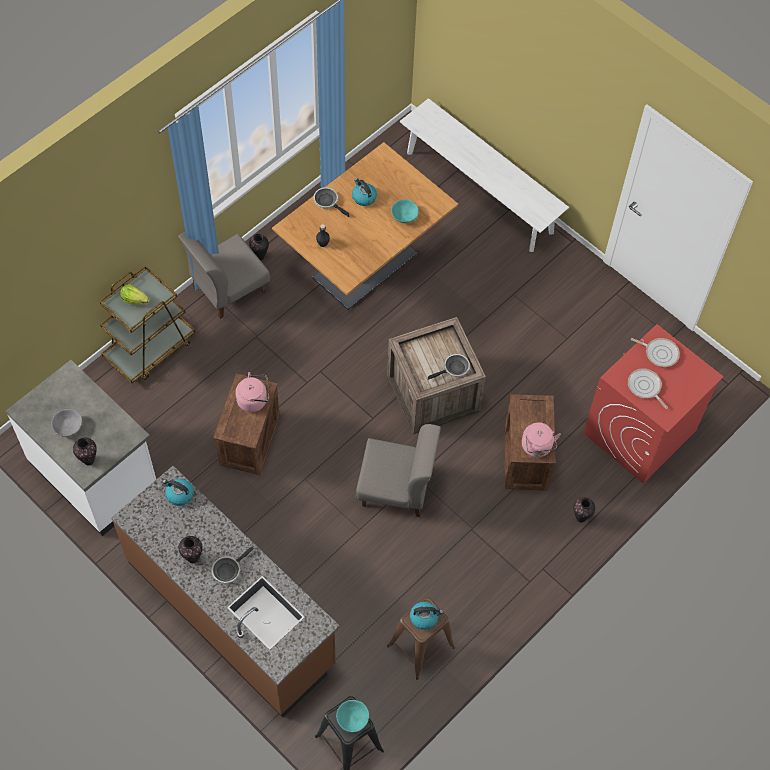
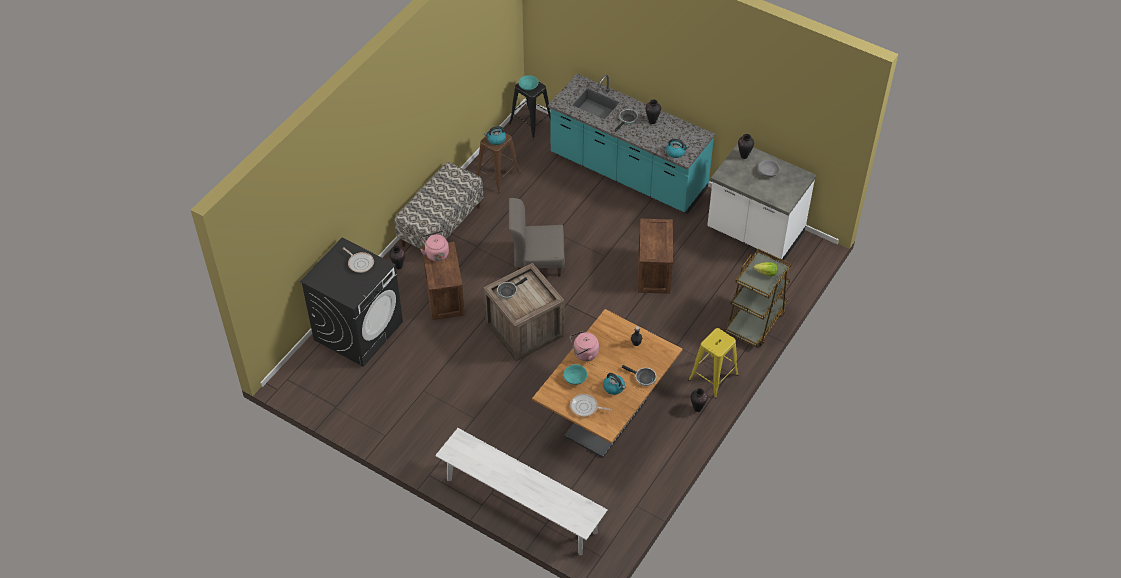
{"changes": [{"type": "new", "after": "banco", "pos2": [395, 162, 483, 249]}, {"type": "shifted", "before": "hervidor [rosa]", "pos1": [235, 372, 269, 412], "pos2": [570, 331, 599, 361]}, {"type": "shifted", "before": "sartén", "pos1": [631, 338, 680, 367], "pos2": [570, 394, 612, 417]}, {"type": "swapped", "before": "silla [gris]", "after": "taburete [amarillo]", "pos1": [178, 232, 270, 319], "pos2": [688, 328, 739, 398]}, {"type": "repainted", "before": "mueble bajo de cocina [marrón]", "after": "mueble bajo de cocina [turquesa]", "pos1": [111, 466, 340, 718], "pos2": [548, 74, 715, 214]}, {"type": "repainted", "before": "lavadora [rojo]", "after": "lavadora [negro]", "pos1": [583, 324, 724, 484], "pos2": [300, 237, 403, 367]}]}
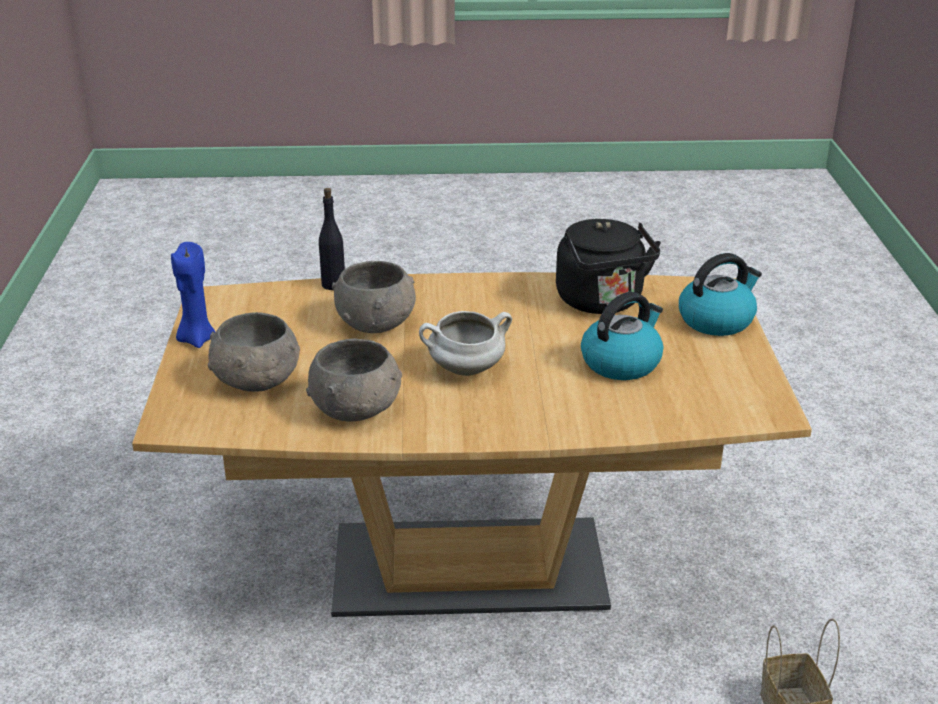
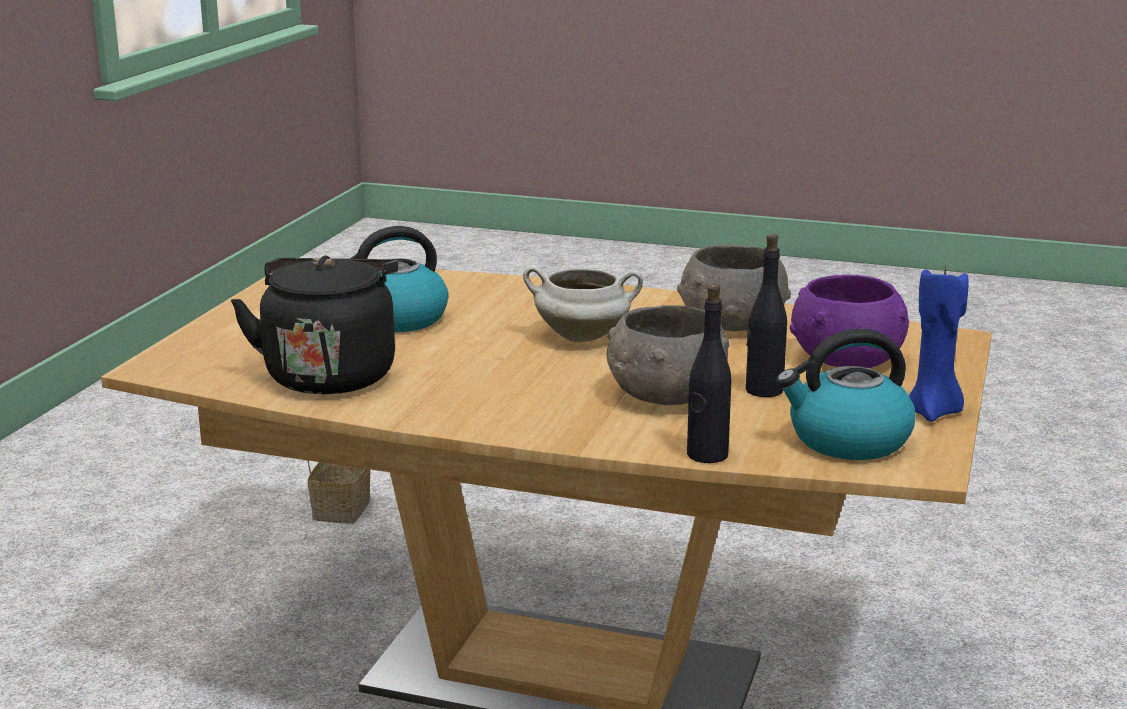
{"changes": [{"type": "new", "after": "botella [negro]", "pos2": [746, 234, 787, 397]}, {"type": "shifted", "before": "hervidor", "pos1": [679, 253, 762, 336], "pos2": [776, 329, 916, 460]}, {"type": "repainted", "before": "cuenco [gris]", "after": "cuenco [morado]", "pos1": [208, 312, 300, 392], "pos2": [790, 274, 909, 368]}]}
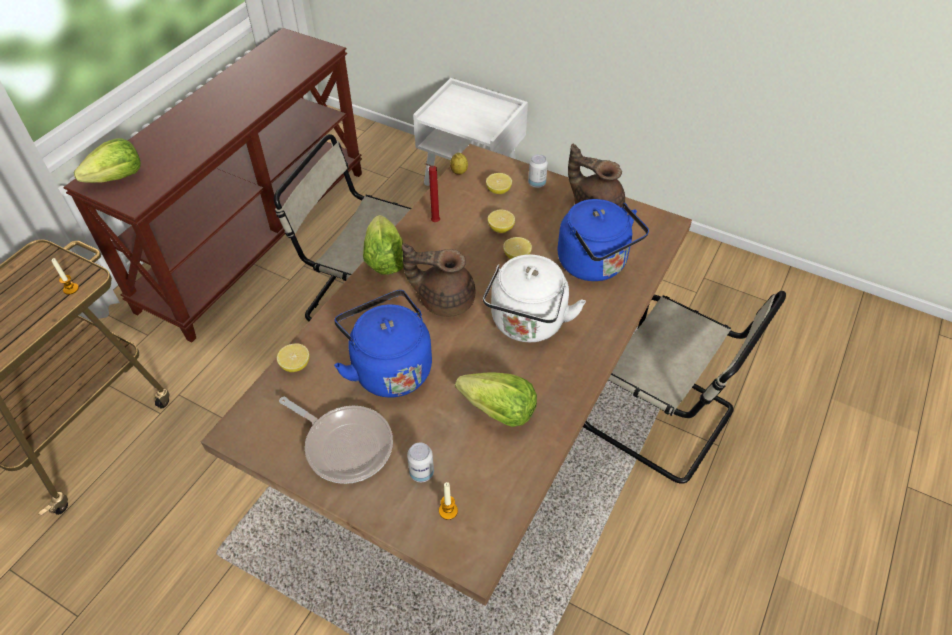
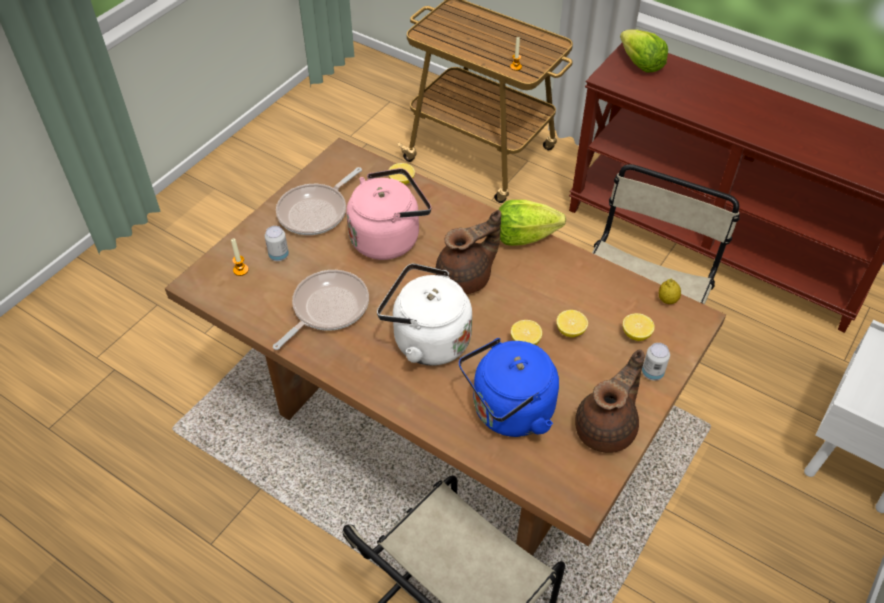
{"changes": [{"type": "gone", "before": "vela [rojo]", "pos1": [425, 164, 440, 222]}, {"type": "swapped", "before": "lechuga", "after": "sartén", "pos1": [455, 372, 537, 427], "pos2": [273, 270, 369, 350]}, {"type": "repainted", "before": "hervidor [azul]", "after": "hervidor [rosa]", "pos1": [334, 290, 432, 398], "pos2": [346, 168, 431, 260]}, {"type": "rotated", "before": "tetera [marrón]", "pos1": [402, 243, 475, 317], "pos2": [436, 210, 501, 294], "turn": 45}]}
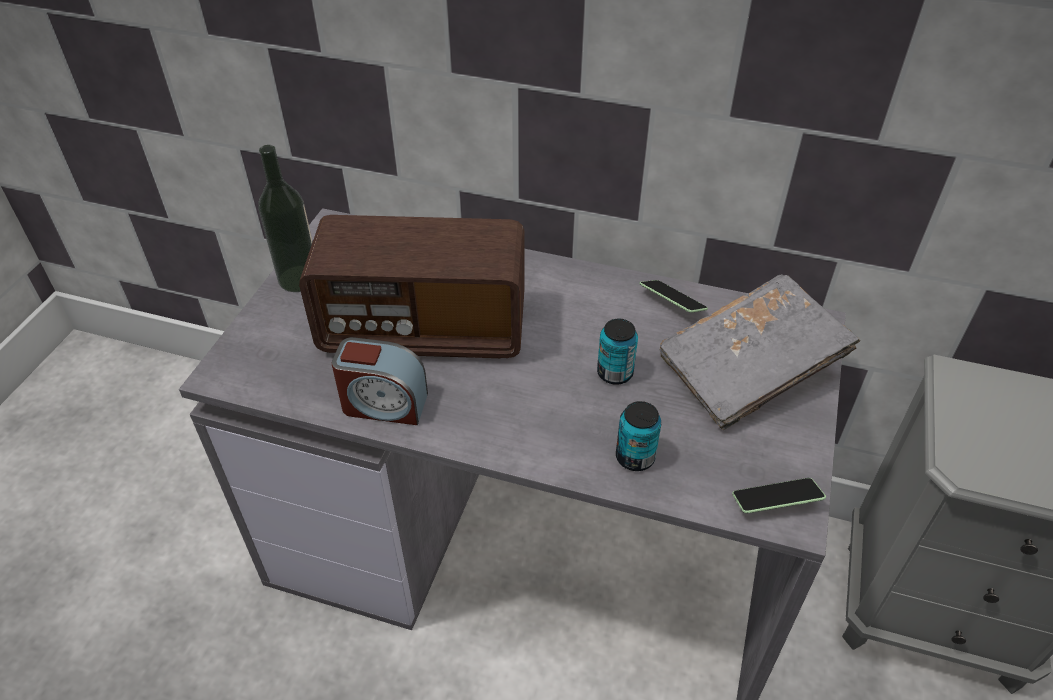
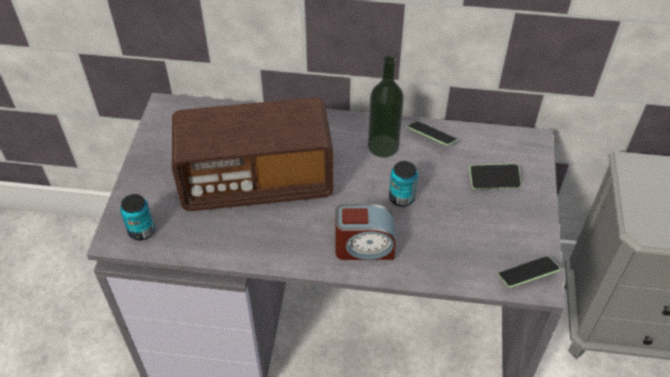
{"changes": [{"type": "shifted", "before": "botella", "pos1": [258, 145, 313, 292], "pos2": [368, 56, 404, 158]}, {"type": "shifted", "before": "despertador", "pos1": [332, 337, 428, 425], "pos2": [335, 204, 396, 260]}, {"type": "shifted", "before": "lata", "pos1": [616, 401, 662, 471], "pos2": [120, 194, 155, 241]}, {"type": "swapped", "before": "libro [gris]", "after": "móvil", "pos1": [660, 274, 861, 430], "pos2": [469, 164, 521, 190]}]}
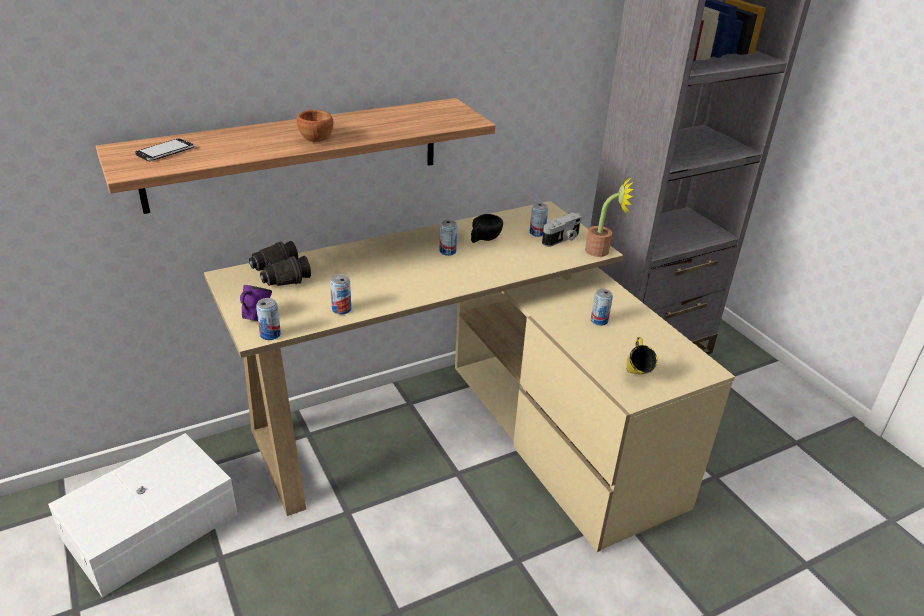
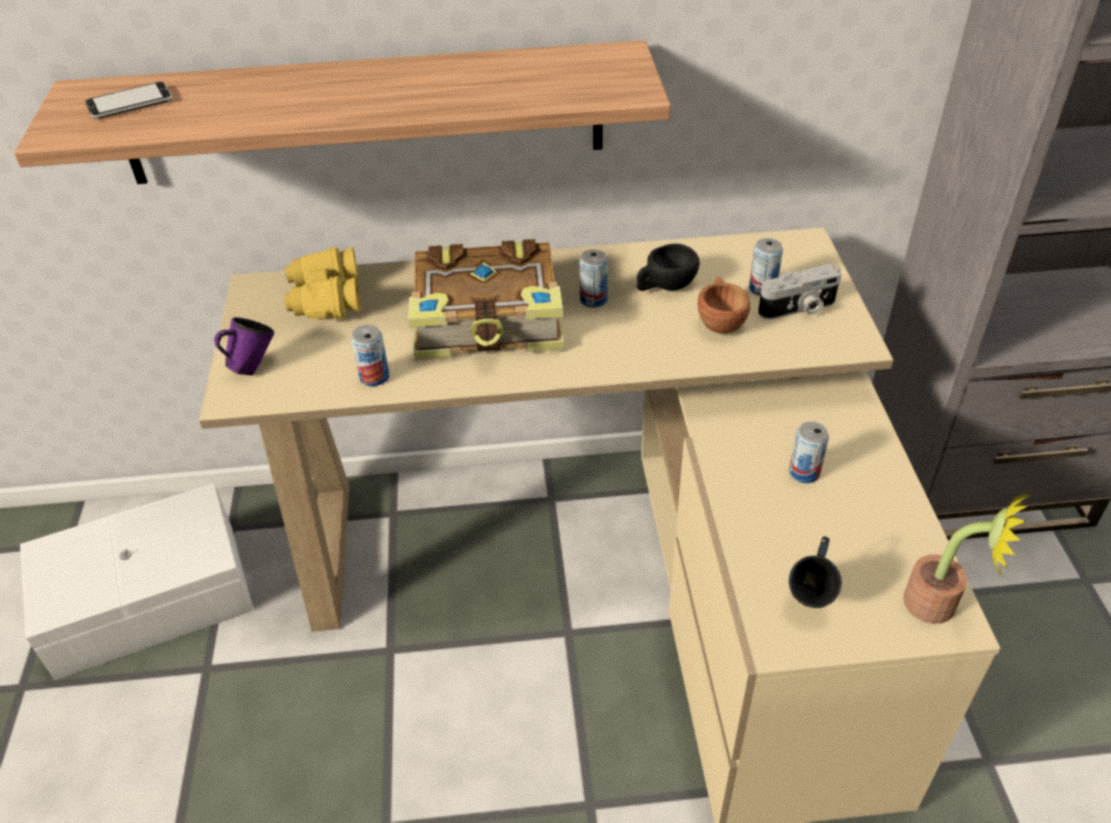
{"changes": [{"type": "gone", "before": "lata", "pos1": [256, 298, 281, 340]}, {"type": "new", "after": "libro", "pos2": [408, 239, 564, 360]}, {"type": "shifted", "before": "taza [marrón]", "pos1": [296, 109, 334, 142], "pos2": [697, 277, 750, 334]}, {"type": "shifted", "before": "planta en maceta", "pos1": [585, 176, 634, 257], "pos2": [904, 490, 1031, 624]}, {"type": "repainted", "before": "prismáticos [negro]", "after": "prismáticos [amarillo]", "pos1": [249, 241, 311, 286], "pos2": [285, 246, 361, 319]}, {"type": "repainted", "before": "taza grande [amarillo]", "after": "taza grande [azul]", "pos1": [627, 337, 657, 374], "pos2": [789, 536, 842, 608]}]}
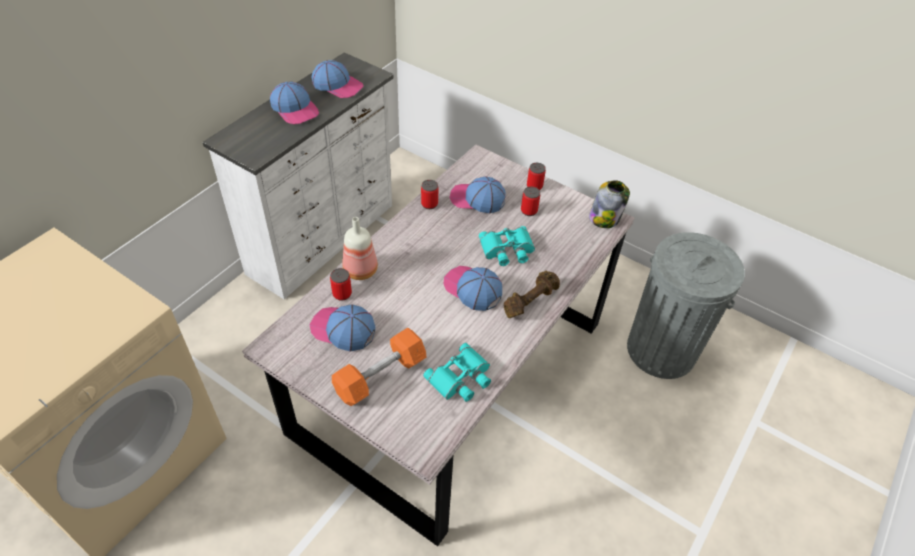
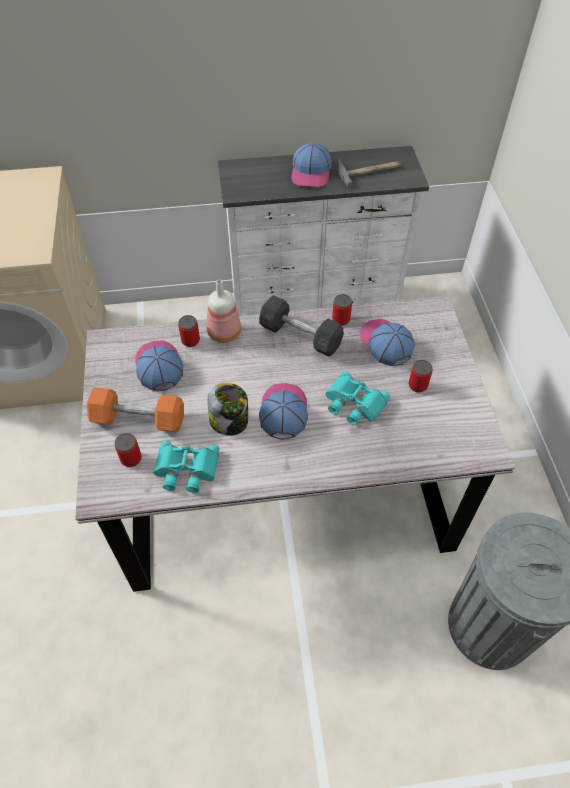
{"changes": [{"type": "gone", "before": "mancuerna [marrón]", "pos1": [504, 271, 560, 318]}, {"type": "new", "after": "mancuerna [gris]", "pos2": [259, 295, 344, 357]}, {"type": "shifted", "before": "lata", "pos1": [527, 163, 546, 190], "pos2": [115, 433, 141, 467]}, {"type": "shifted", "before": "tarro", "pos1": [589, 180, 630, 228], "pos2": [208, 383, 248, 436]}, {"type": "swapped", "before": "gorra", "after": "martillo", "pos1": [312, 60, 364, 98], "pos2": [338, 159, 401, 188]}]}
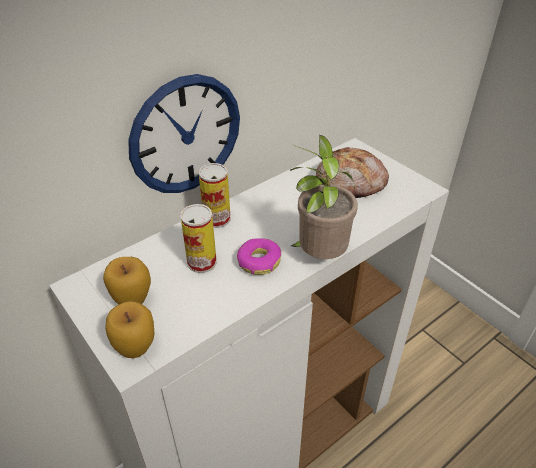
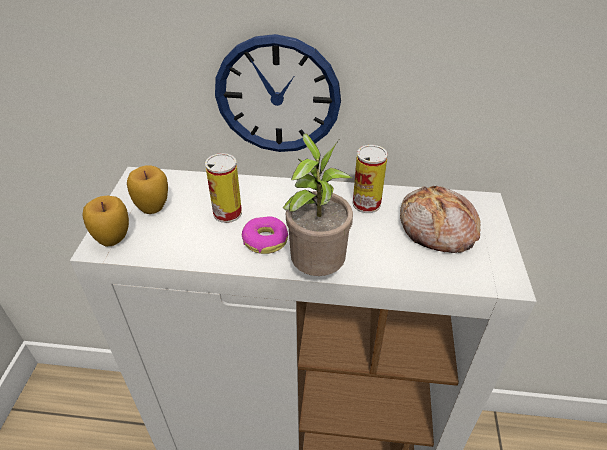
{"changes": [{"type": "shifted", "before": "lata", "pos1": [198, 163, 231, 228], "pos2": [353, 145, 388, 213]}]}
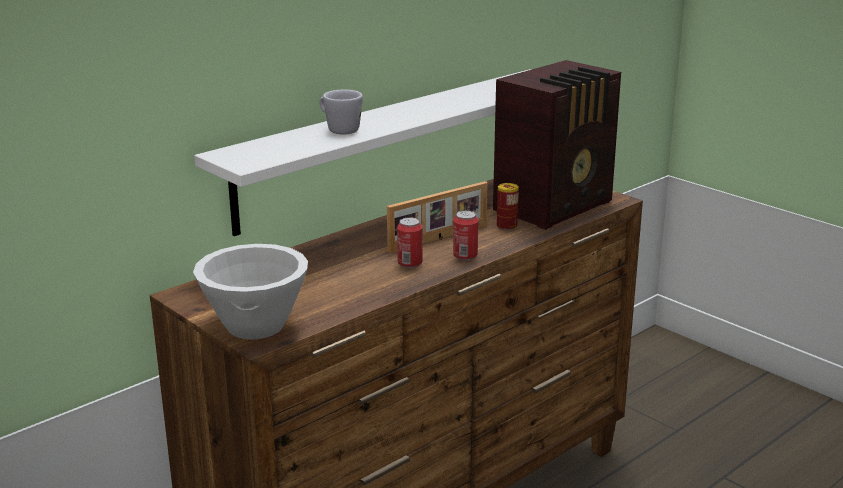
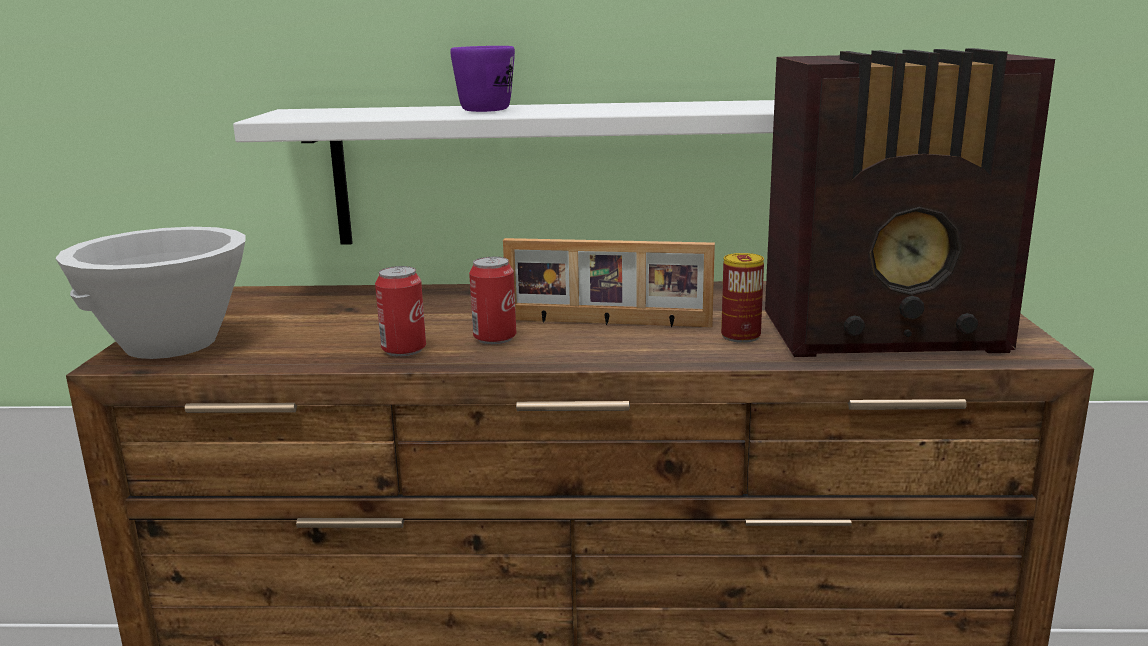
{"changes": [{"type": "shifted", "before": "lata", "pos1": [453, 211, 478, 261], "pos2": [375, 266, 426, 357]}, {"type": "repainted", "before": "taza grande [blanco]", "after": "taza grande [morado]", "pos1": [319, 90, 363, 134], "pos2": [450, 46, 515, 112]}]}
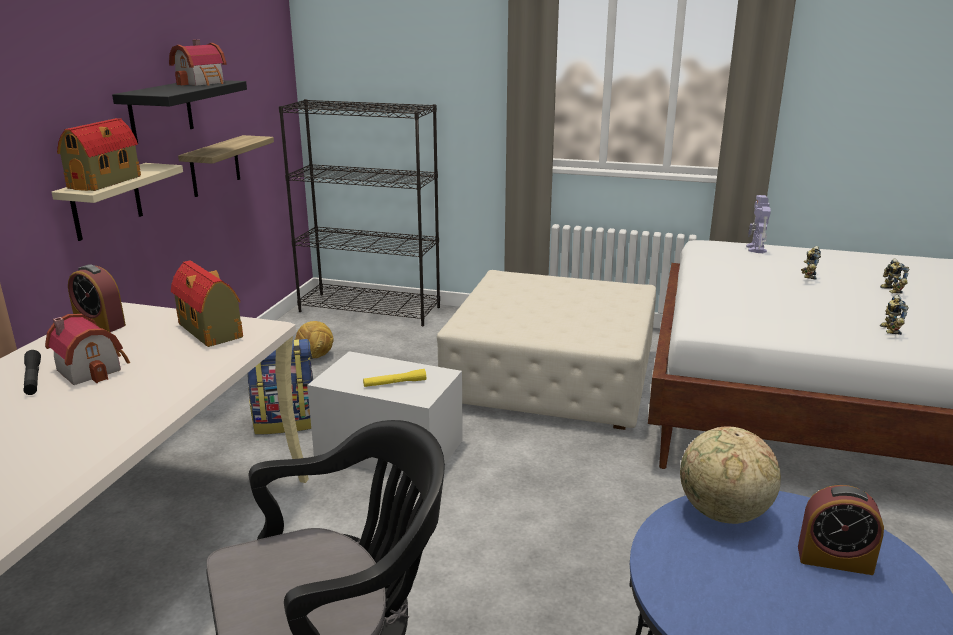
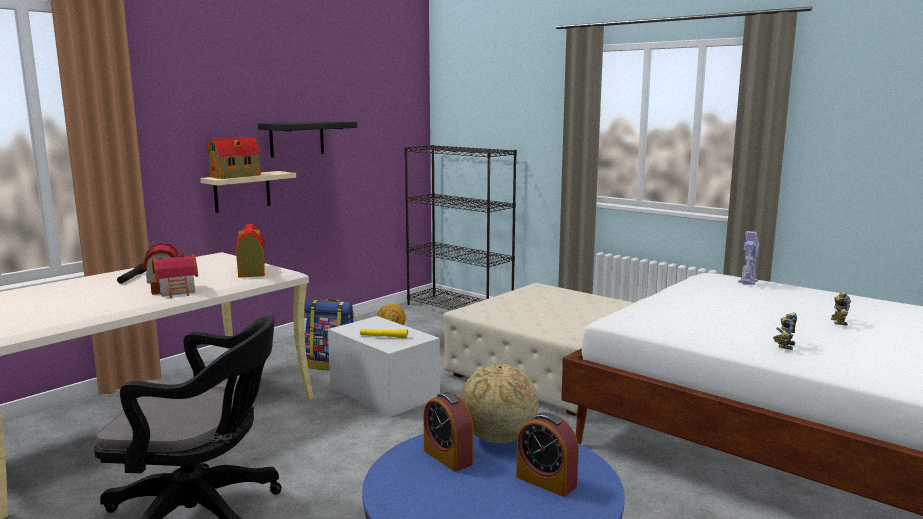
{"changes": [{"type": "gone", "before": "estante", "pos1": [178, 135, 274, 197]}, {"type": "gone", "before": "robot de juguete", "pos1": [801, 246, 821, 279]}, {"type": "shifted", "before": "despertador", "pos1": [68, 264, 126, 332], "pos2": [424, 392, 473, 472]}, {"type": "shifted", "before": "casita", "pos1": [169, 40, 227, 86], "pos2": [150, 250, 198, 298]}]}
